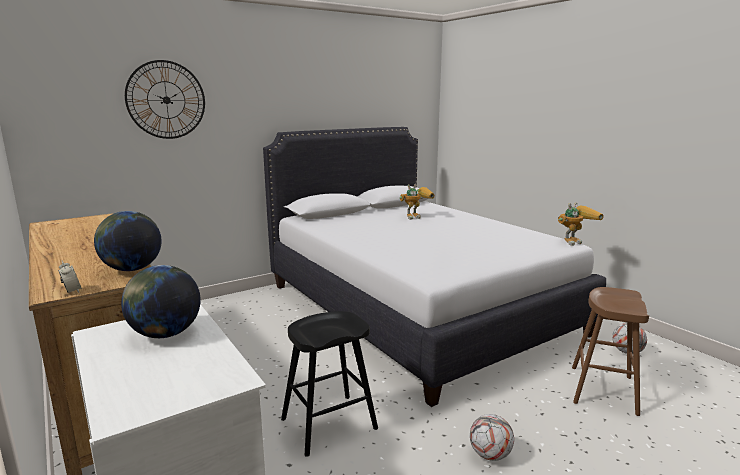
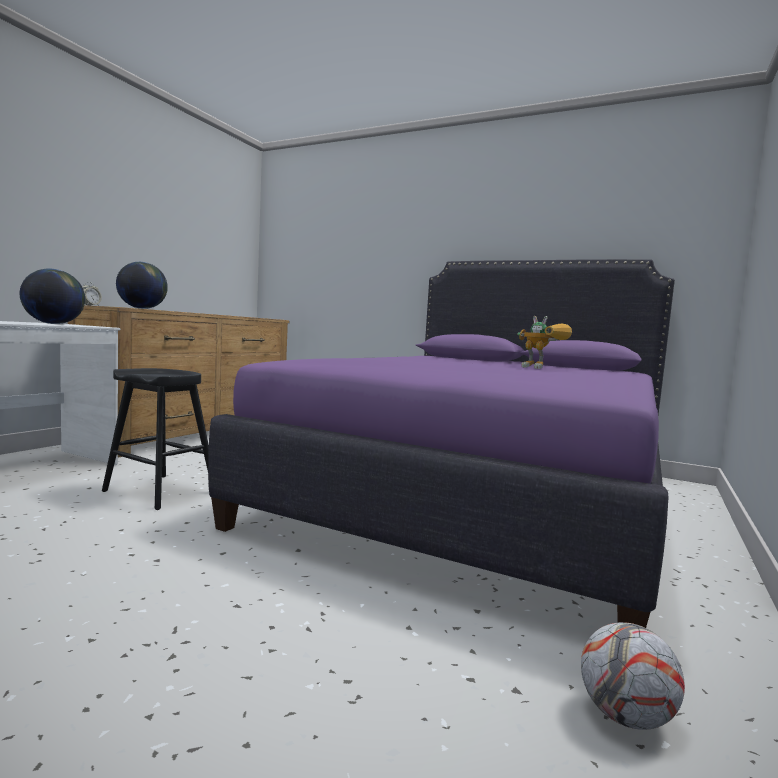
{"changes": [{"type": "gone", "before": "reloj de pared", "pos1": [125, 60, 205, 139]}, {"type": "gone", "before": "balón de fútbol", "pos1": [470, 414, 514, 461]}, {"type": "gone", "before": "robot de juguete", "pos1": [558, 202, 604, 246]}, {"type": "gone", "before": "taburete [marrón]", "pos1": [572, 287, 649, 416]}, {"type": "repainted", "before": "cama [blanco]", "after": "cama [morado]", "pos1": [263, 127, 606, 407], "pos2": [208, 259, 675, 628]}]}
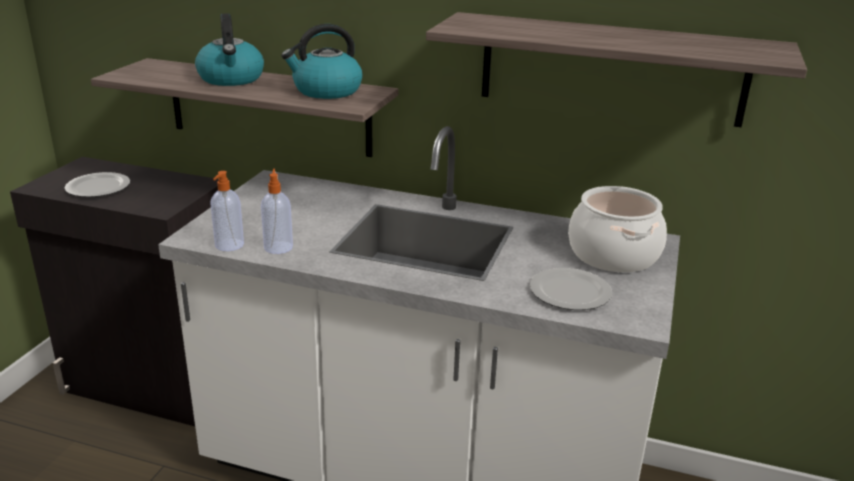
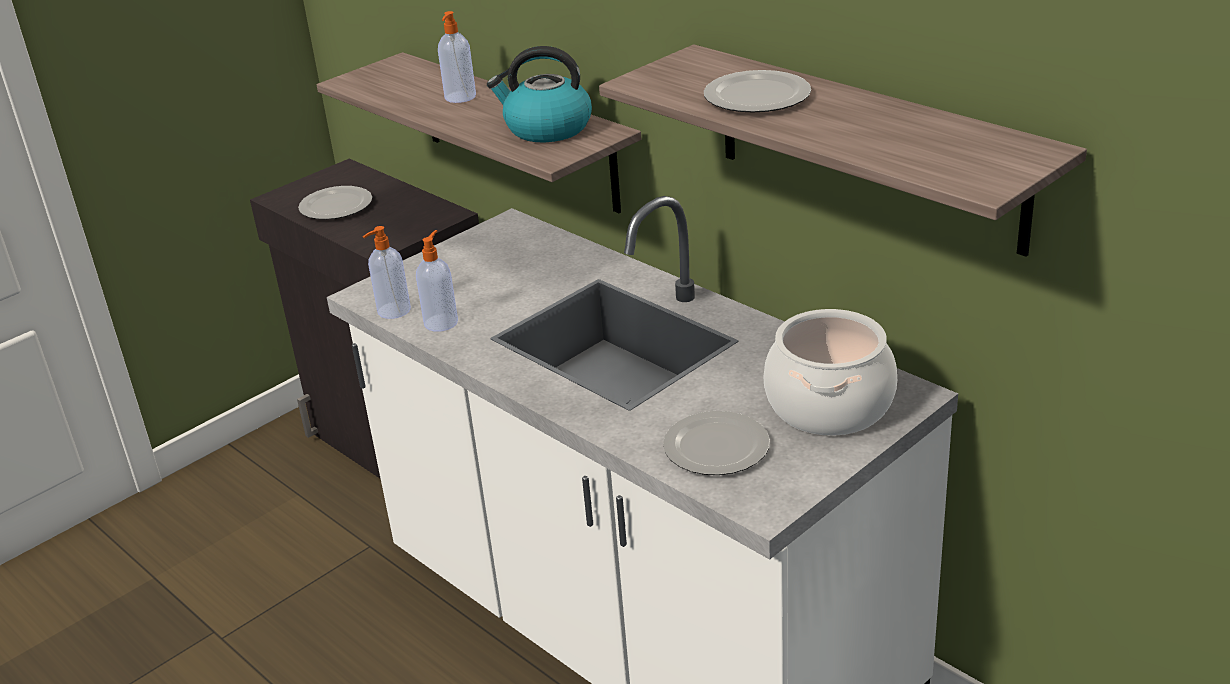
{"changes": [{"type": "new", "after": "plato", "pos2": [704, 70, 811, 112]}, {"type": "swapped", "before": "hervidor", "after": "dispensador de jabón", "pos1": [195, 14, 264, 86], "pos2": [438, 11, 476, 103]}]}
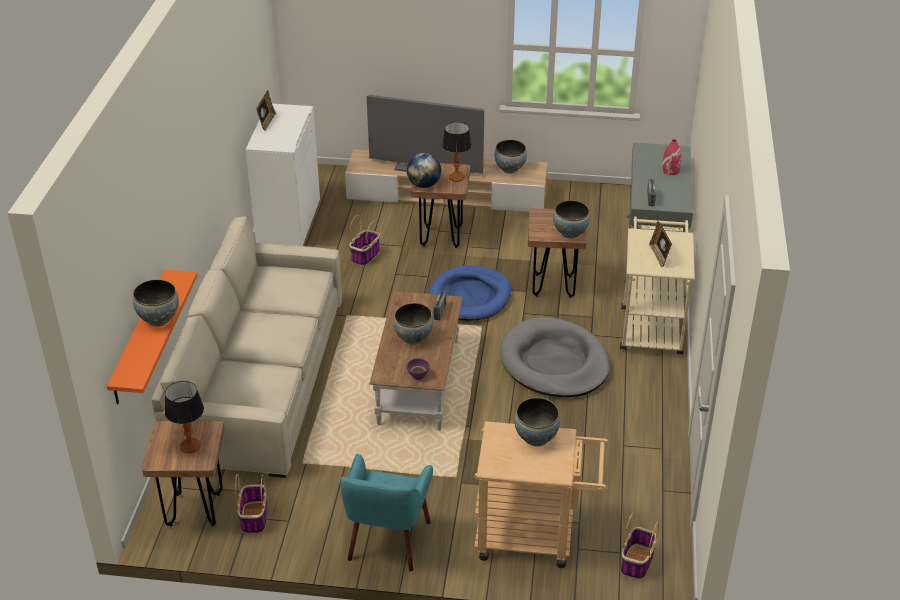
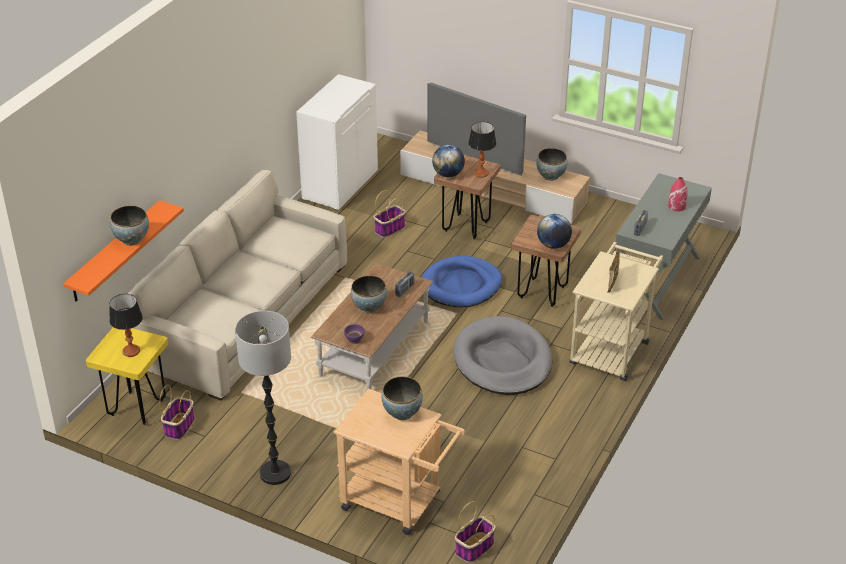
{"changes": [{"type": "gone", "before": "portarretratos", "pos1": [256, 91, 276, 130]}, {"type": "swapped", "before": "sillón [turquesa]", "after": "lámpara de pie", "pos1": [340, 454, 433, 571], "pos2": [235, 311, 291, 485]}, {"type": "swapped", "before": "cuenco", "after": "globo terráqueo", "pos1": [553, 200, 590, 239], "pos2": [537, 214, 572, 249]}, {"type": "repainted", "before": "taburete [marrón]", "after": "taburete [amarillo]", "pos1": [142, 420, 224, 526], "pos2": [86, 327, 168, 425]}]}
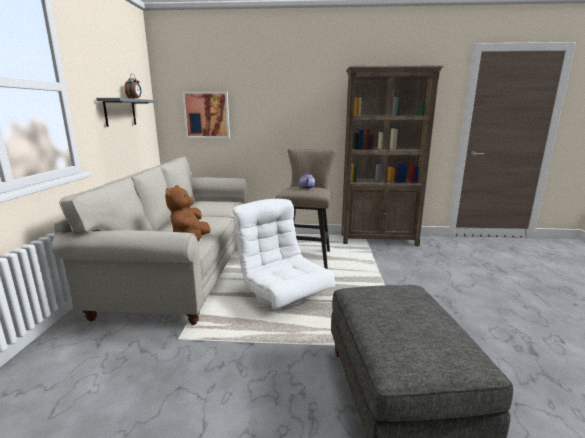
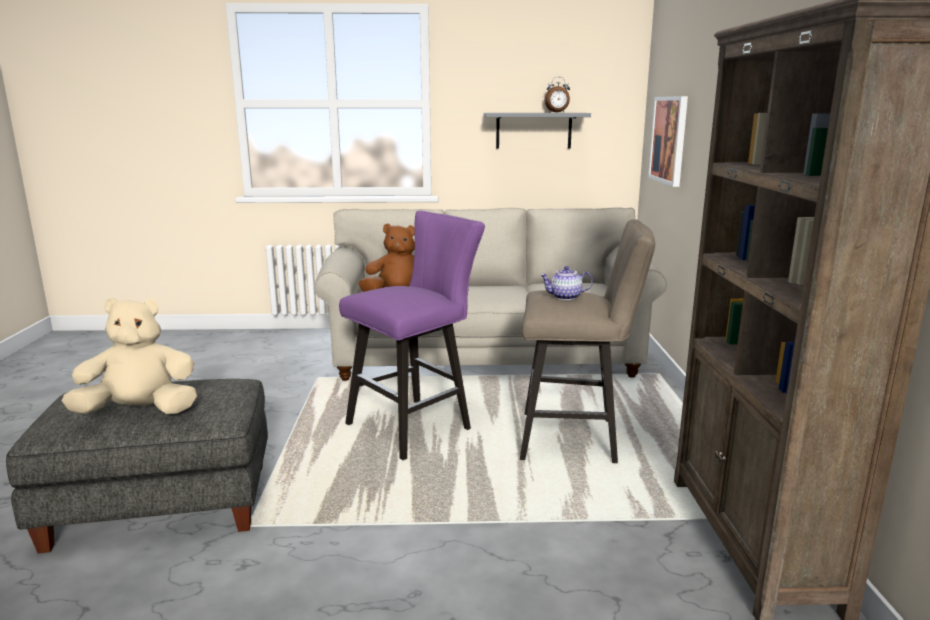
{"changes": [{"type": "new", "after": "peluche [beis]", "pos2": [62, 298, 197, 414]}, {"type": "swapped", "before": "sillón [blanco]", "after": "taburete [morado]", "pos1": [232, 199, 335, 309], "pos2": [339, 211, 485, 460]}]}
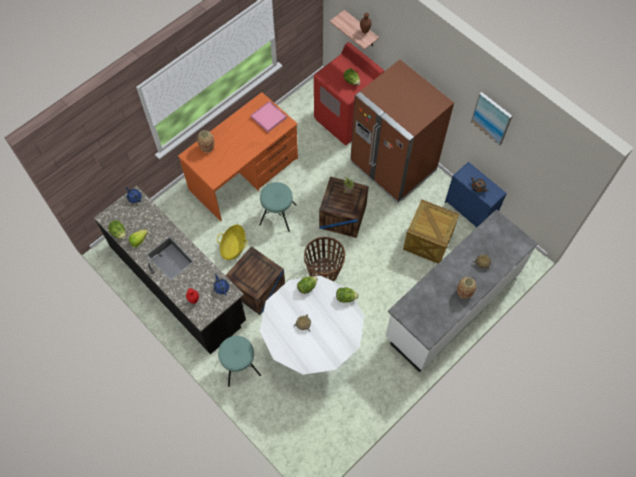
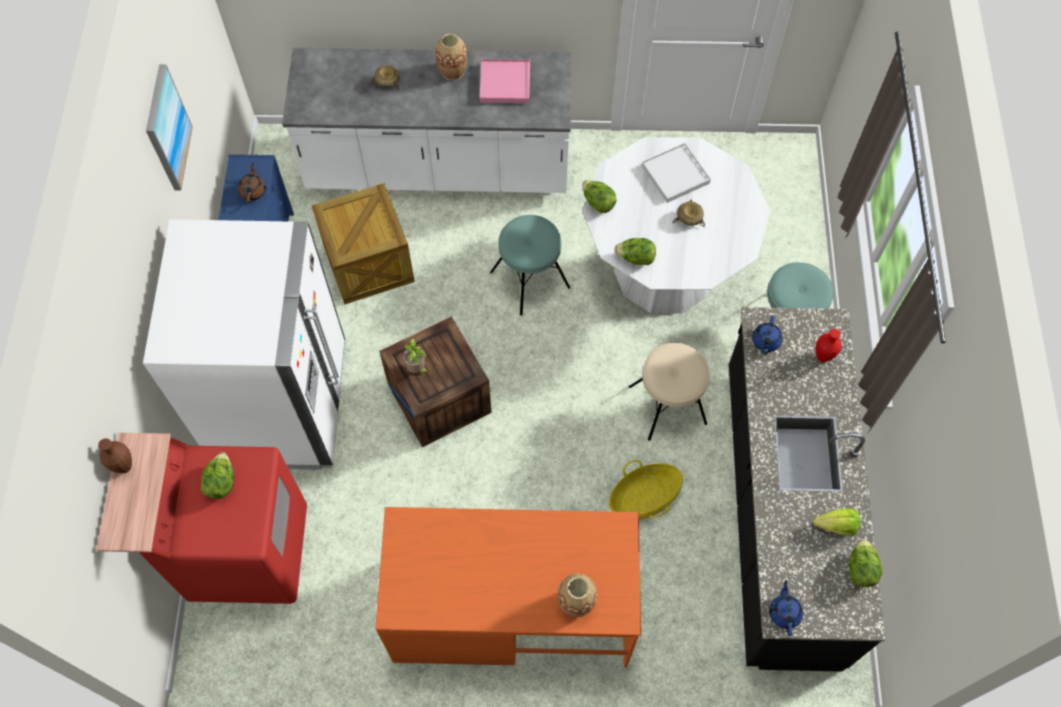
{"changes": [{"type": "gone", "before": "cesta", "pos1": [304, 237, 345, 282]}, {"type": "new", "after": "bandeja [blanco]", "pos2": [642, 143, 711, 203]}, {"type": "shifted", "before": "bandeja [rosa]", "pos1": [251, 101, 287, 132], "pos2": [480, 59, 530, 103]}, {"type": "shifted", "before": "taburete [turquesa]", "pos1": [259, 182, 296, 231], "pos2": [490, 215, 570, 315]}, {"type": "swapped", "before": "caja de embalaje", "after": "taburete [beis]", "pos1": [225, 246, 285, 315], "pos2": [629, 343, 710, 441]}, {"type": "repainted", "before": "nevera [marrón]", "after": "nevera [blanco]", "pos1": [350, 60, 454, 203], "pos2": [143, 219, 346, 470]}]}
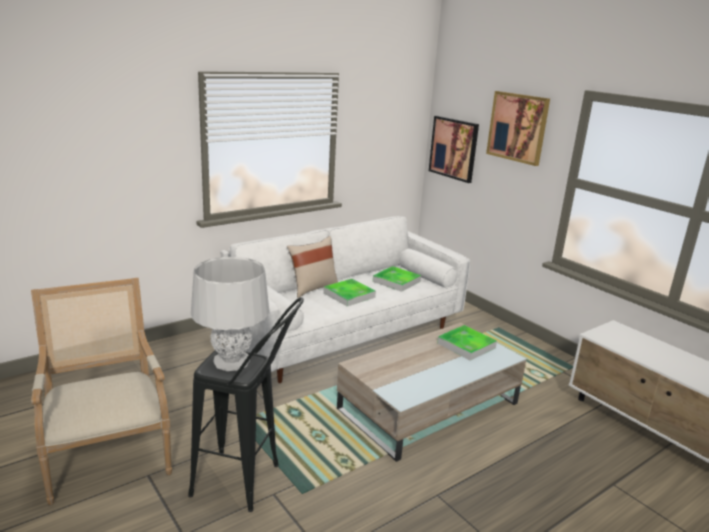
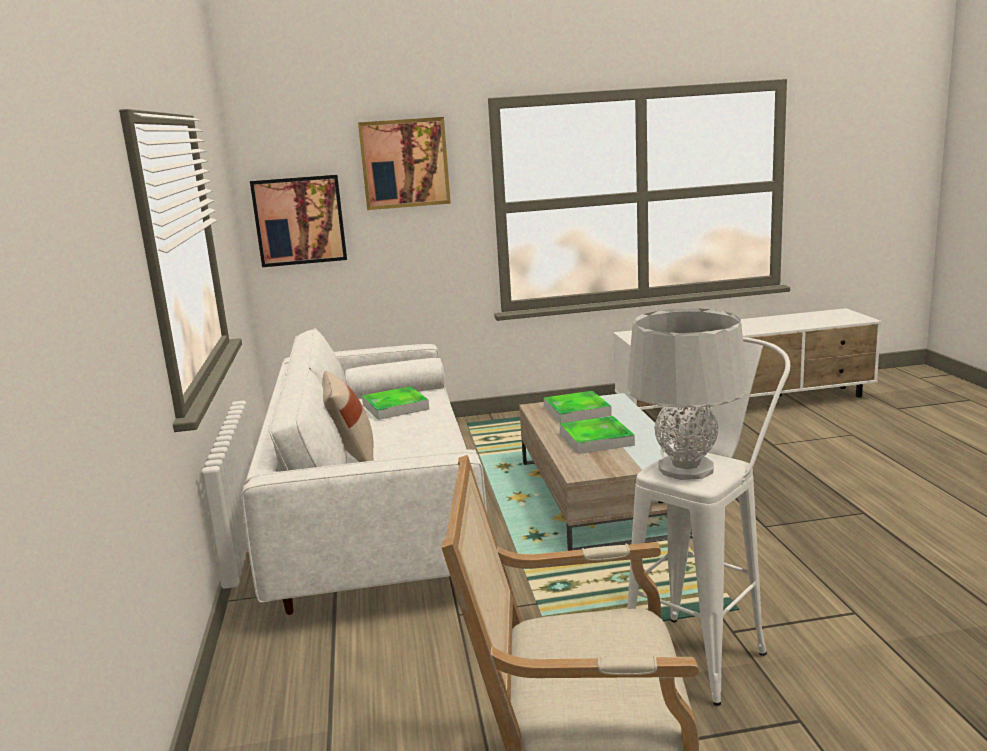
{"changes": [{"type": "shifted", "before": "bandeja", "pos1": [323, 279, 376, 306], "pos2": [560, 416, 635, 454]}, {"type": "repainted", "before": "taburete [negro]", "after": "taburete [blanco]", "pos1": [188, 297, 304, 512], "pos2": [627, 337, 790, 706]}]}
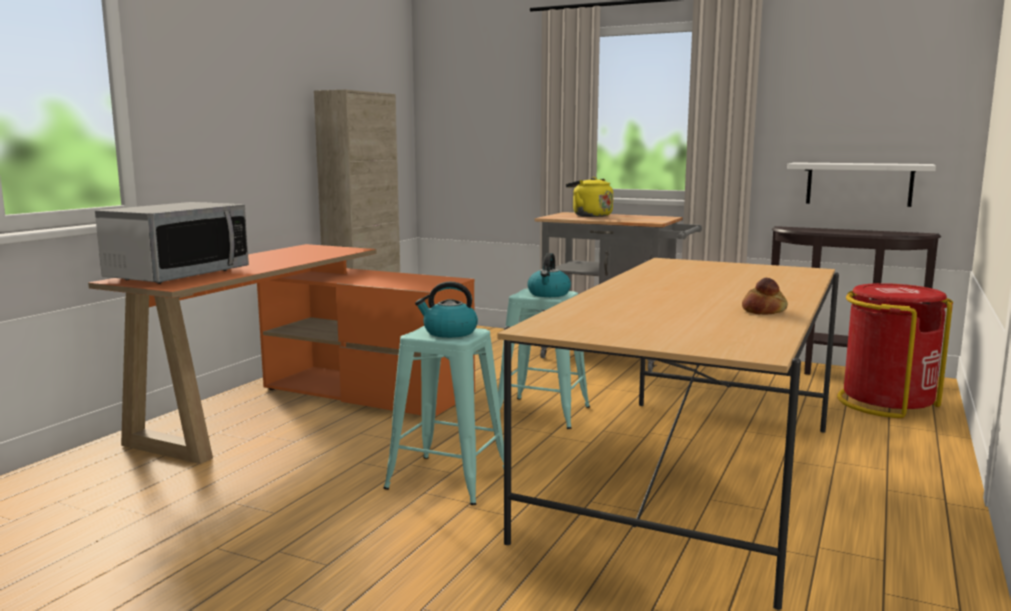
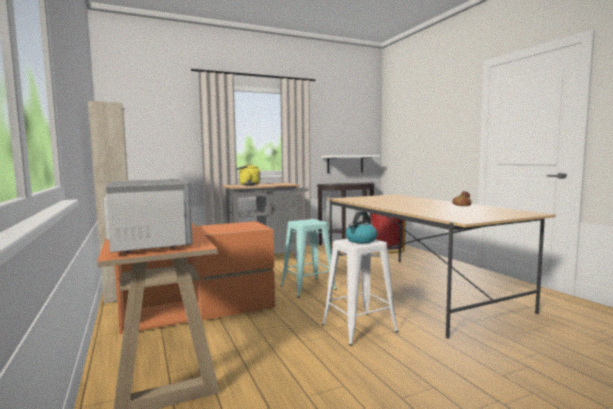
{"changes": [{"type": "gone", "before": "hervidor", "pos1": [527, 253, 571, 297]}, {"type": "repainted", "before": "taburete [turquesa]", "after": "taburete [blanco]", "pos1": [384, 326, 504, 505], "pos2": [322, 239, 399, 345]}]}
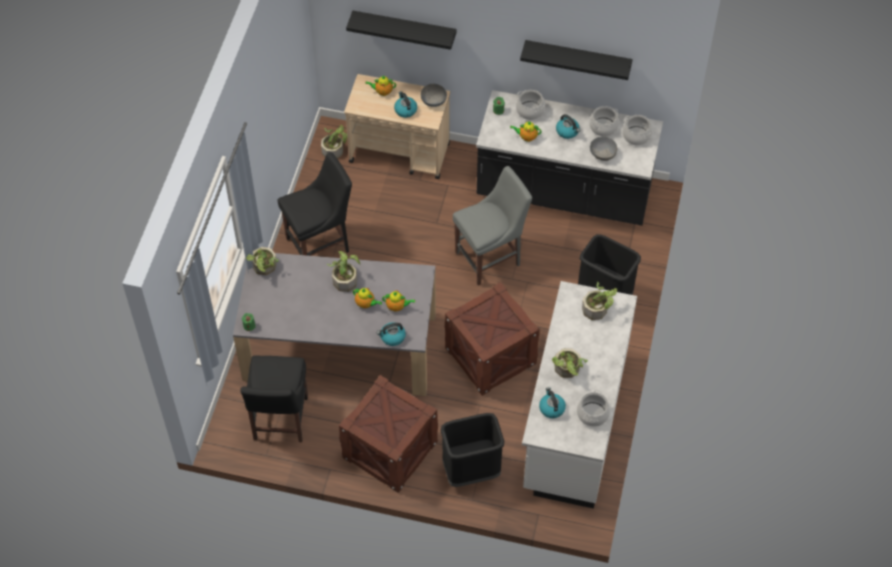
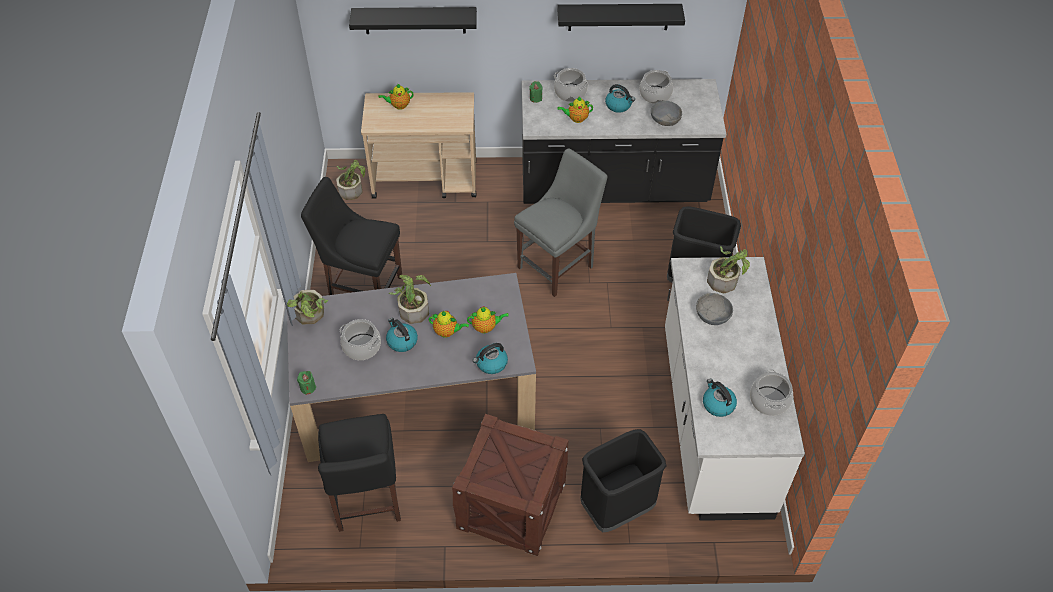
{"changes": [{"type": "gone", "before": "caja de embalaje", "pos1": [445, 282, 540, 396]}, {"type": "gone", "before": "planta en maceta", "pos1": [552, 349, 588, 378]}, {"type": "shifted", "before": "hervidor", "pos1": [394, 91, 417, 118], "pos2": [386, 318, 418, 352]}, {"type": "shifted", "before": "cuenco [gris]", "pos1": [421, 84, 447, 107], "pos2": [696, 293, 733, 325]}, {"type": "shifted", "before": "olla", "pos1": [622, 115, 652, 145], "pos2": [340, 319, 381, 360]}, {"type": "rotated", "before": "silla [negro]", "pos1": [277, 152, 352, 256], "pos2": [301, 177, 402, 295], "turn": -120}]}
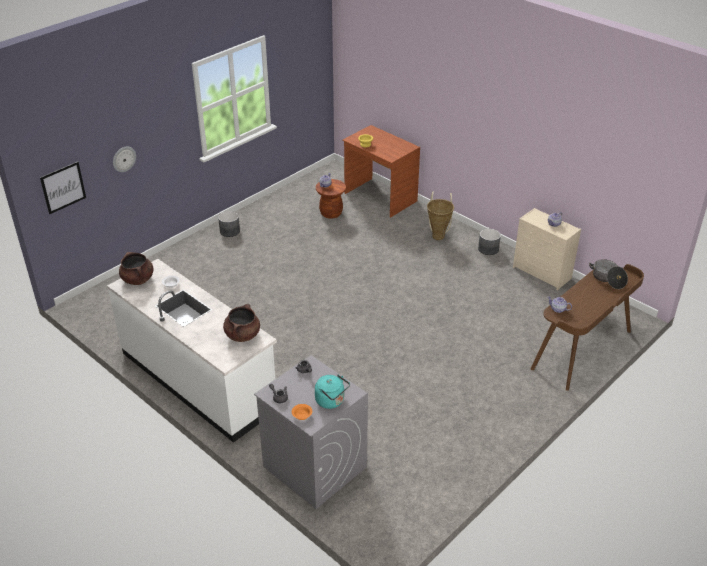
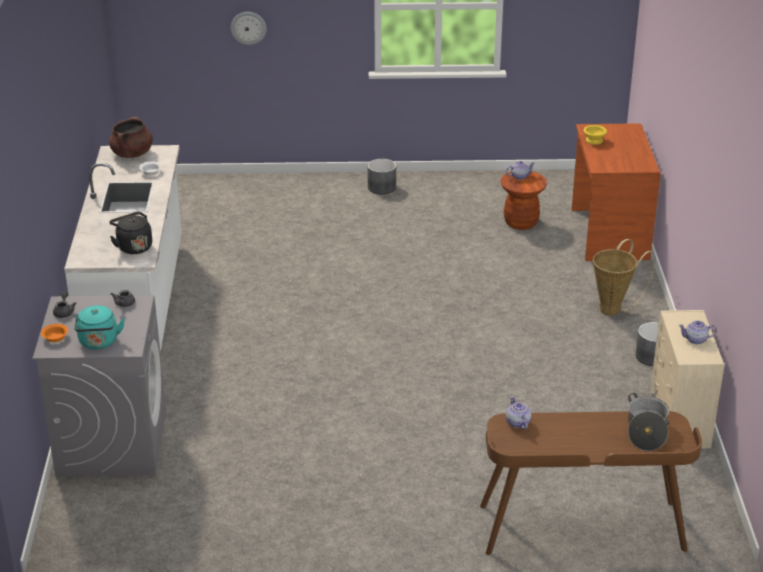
{"changes": [{"type": "gone", "before": "cuadro", "pos1": [40, 161, 86, 214]}, {"type": "swapped", "before": "olla [marrón]", "after": "hervidor [negro]", "pos1": [223, 304, 260, 342], "pos2": [109, 211, 152, 254]}]}
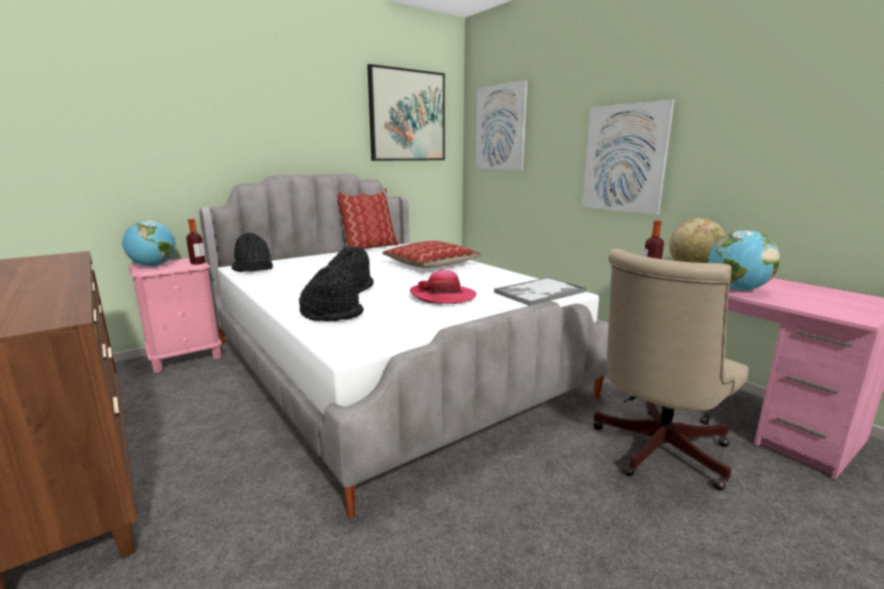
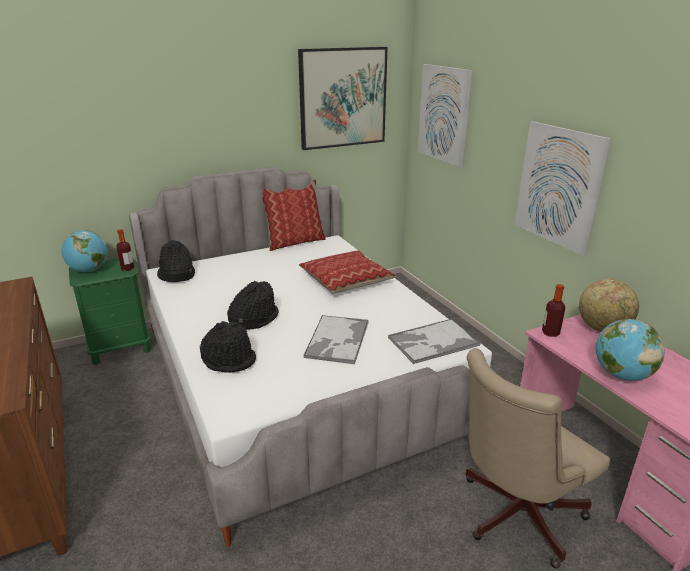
{"changes": [{"type": "swapped", "before": "sombrero", "after": "bandeja", "pos1": [410, 269, 476, 304], "pos2": [303, 315, 369, 364]}, {"type": "repainted", "before": "mesita de noche [rosa]", "after": "mesita de noche [verde]", "pos1": [128, 258, 222, 373], "pos2": [69, 257, 151, 365]}]}
